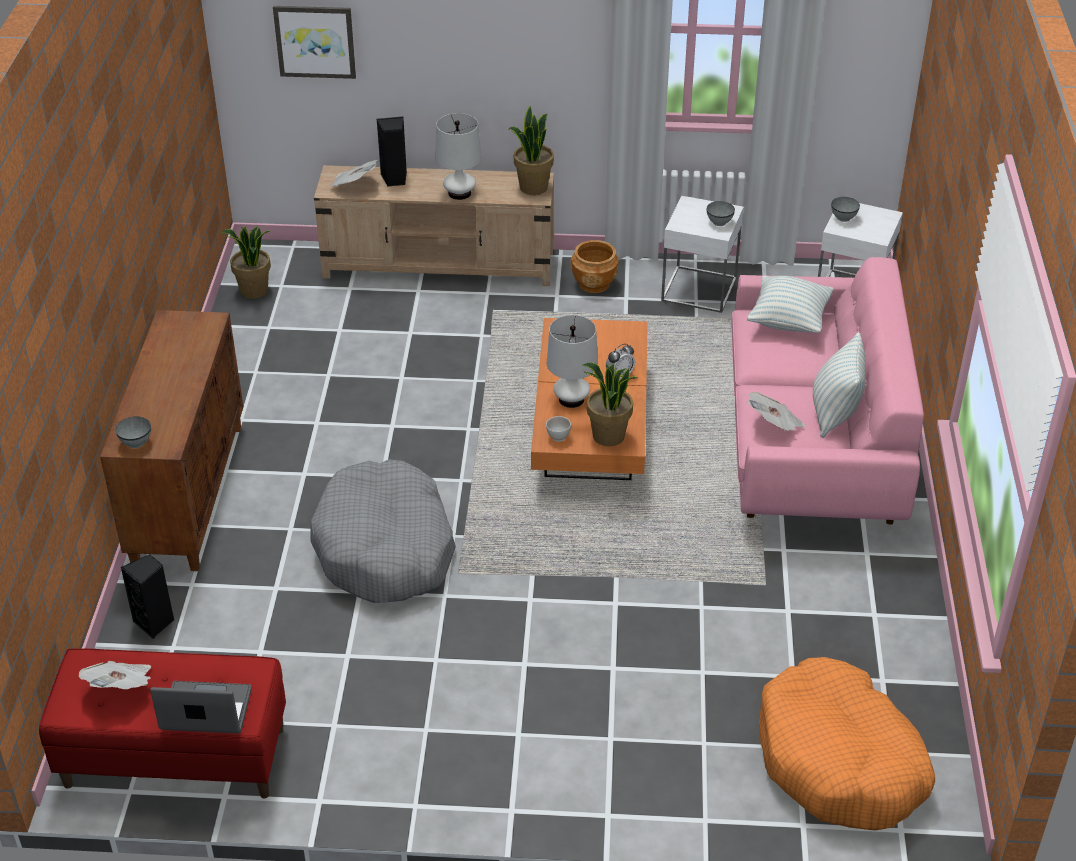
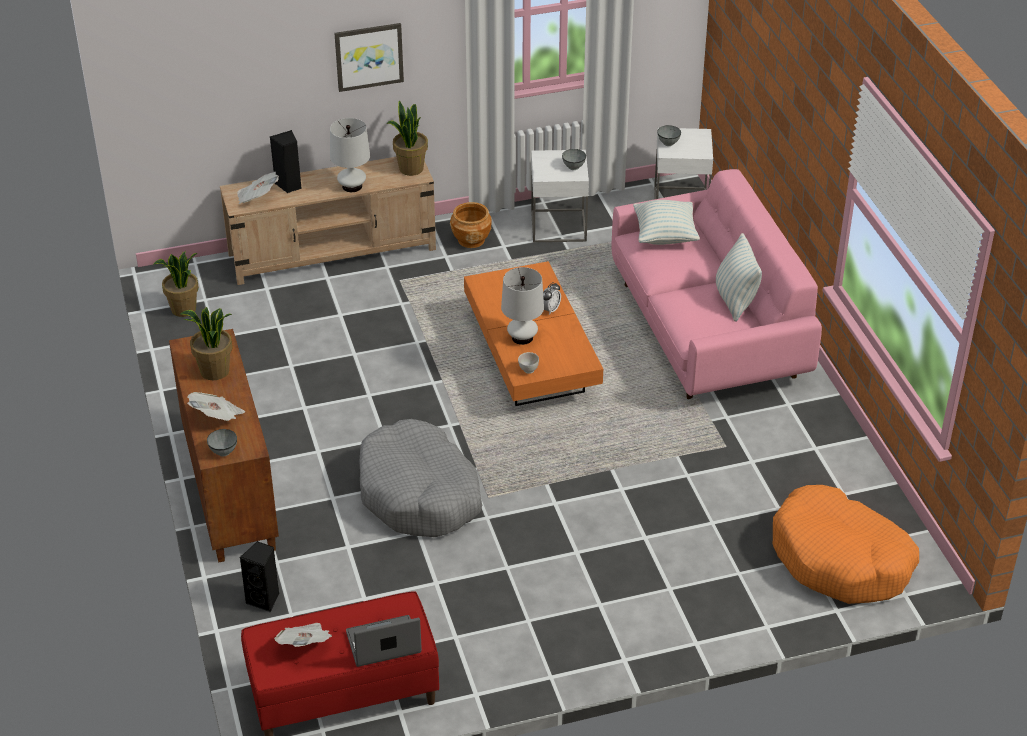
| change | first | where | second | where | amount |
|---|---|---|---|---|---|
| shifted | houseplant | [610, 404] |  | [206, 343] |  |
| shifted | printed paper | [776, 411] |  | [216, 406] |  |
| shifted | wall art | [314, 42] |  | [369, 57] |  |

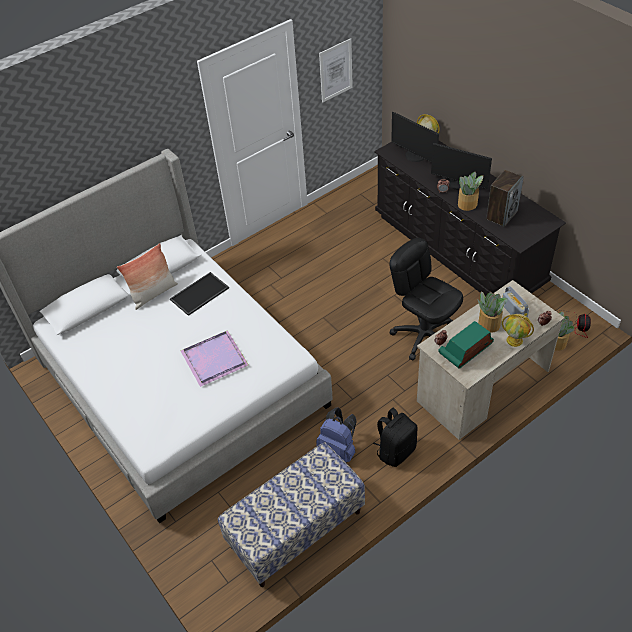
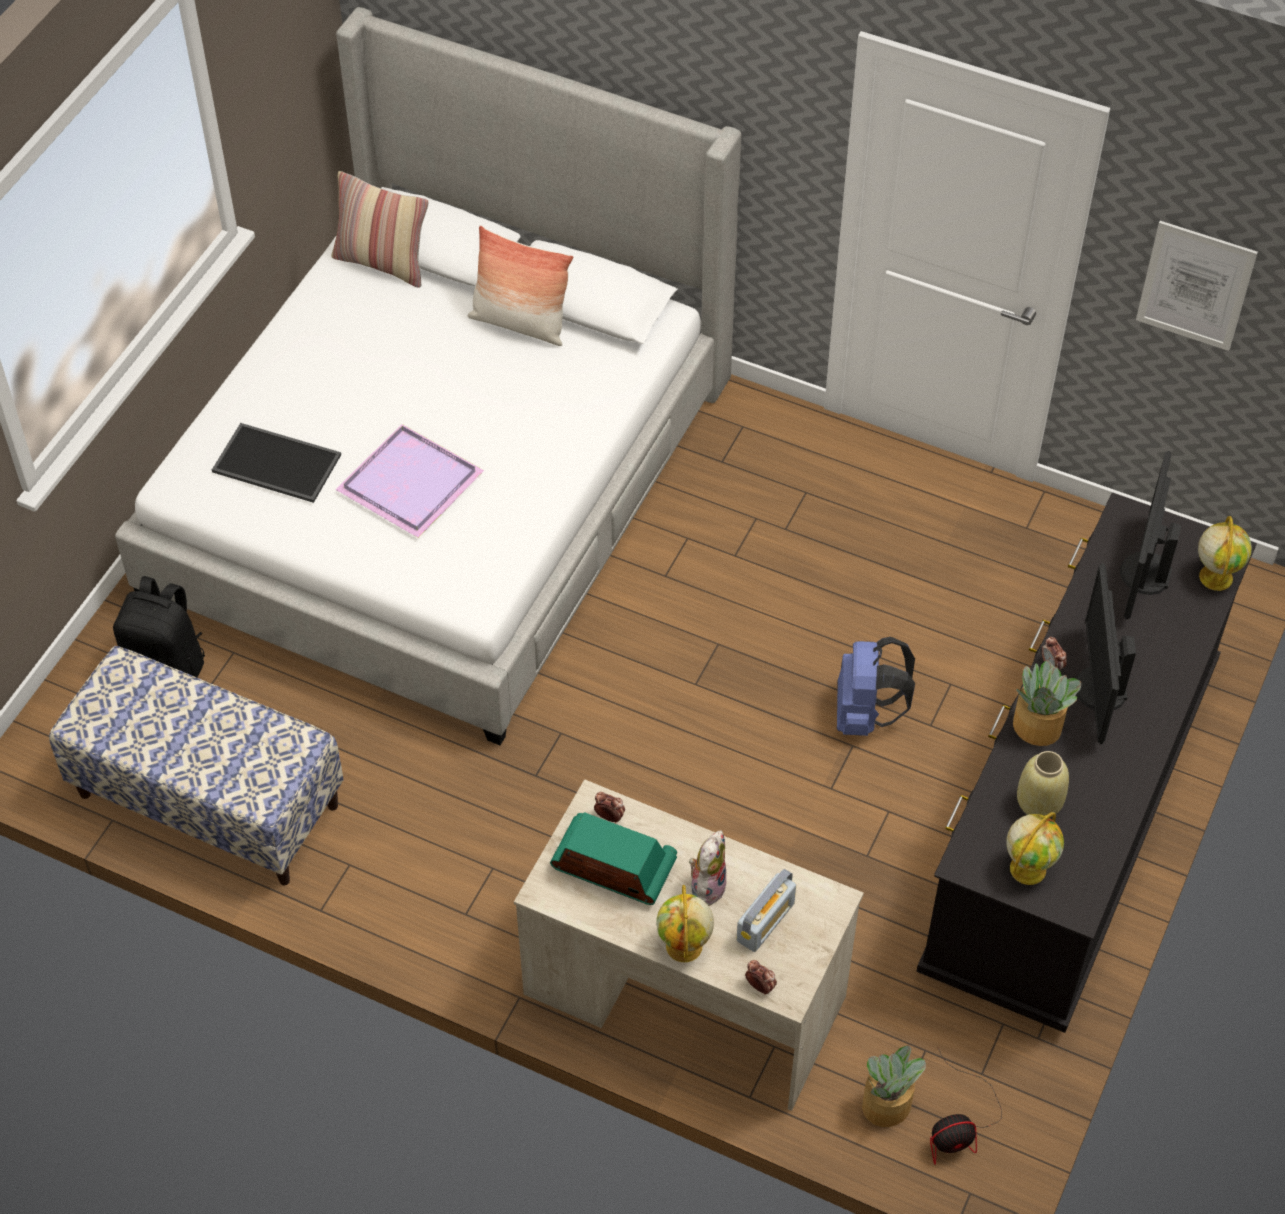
| change | first | where | second | where | amount |
|---|---|---|---|---|---|
| shifted | knapsack (black-coloured) | [395, 437] |  | [159, 626] |  |
| shifted | carrying tray | [199, 294] |  | [276, 463] |  |
| new |  |  | cushion | [379, 229] |  |
| swapped | houseplant | [492, 312] | soft toy | [708, 868] |  |
| shifted | knapsack (blue) | [336, 435] |  | [876, 686] |  |
| new |  |  | globe | [1035, 848] |  |
| swapped | loudspeaker | [505, 198] | flower vase (sand-coloured) | [1043, 784] |  |
| gone | computer chair (black-coloured) | [426, 299] |  |  |  |

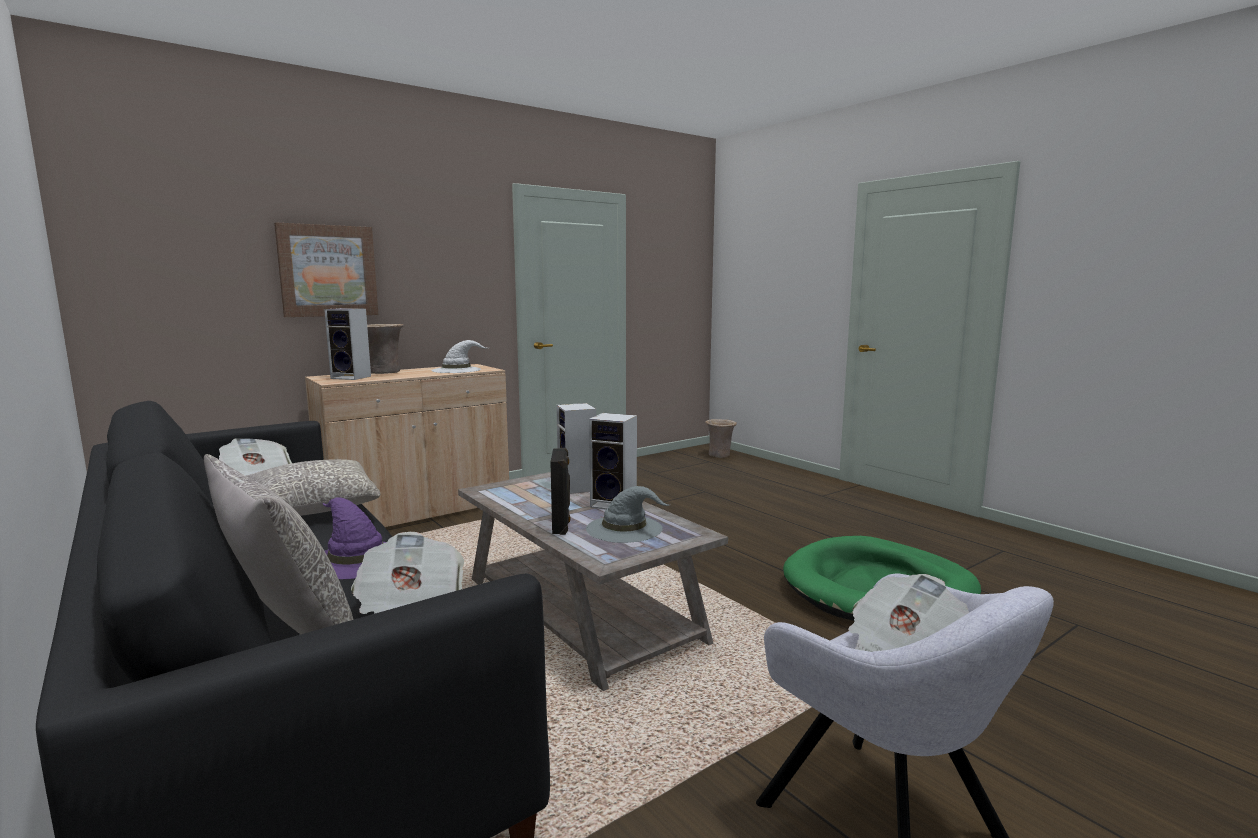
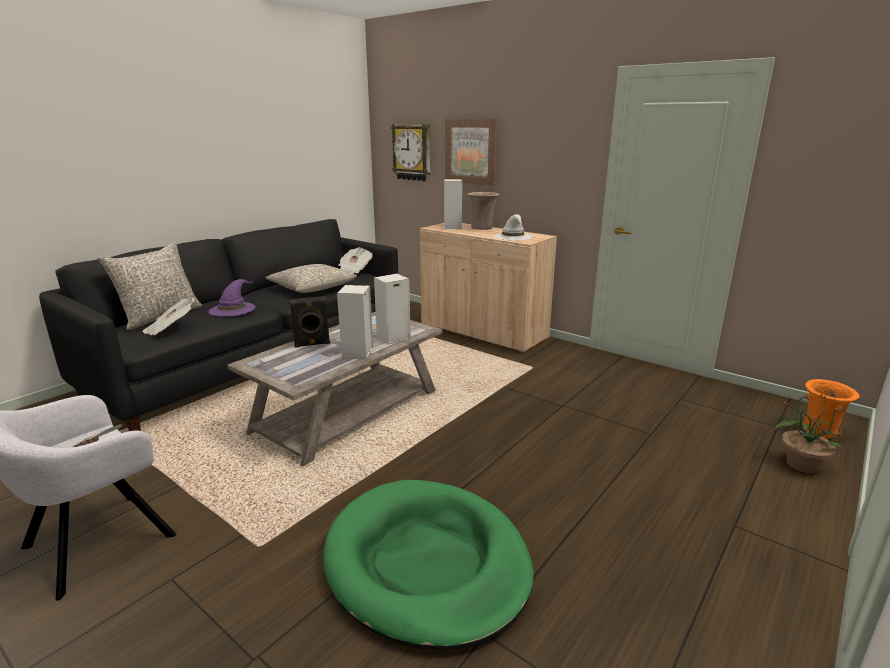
| change | first | where | second | where | amount |
|---|---|---|---|---|---|
| new |  |  | hanging clock | [410, 152] |  |
| new |  |  | houseplant | [810, 433] |  |
| repainted | flower vase (sand-coloured) | [721, 438] | flower vase (orangey) | [831, 408] |  |
| gone | wearable hat (grey) | [627, 514] |  |  |  |

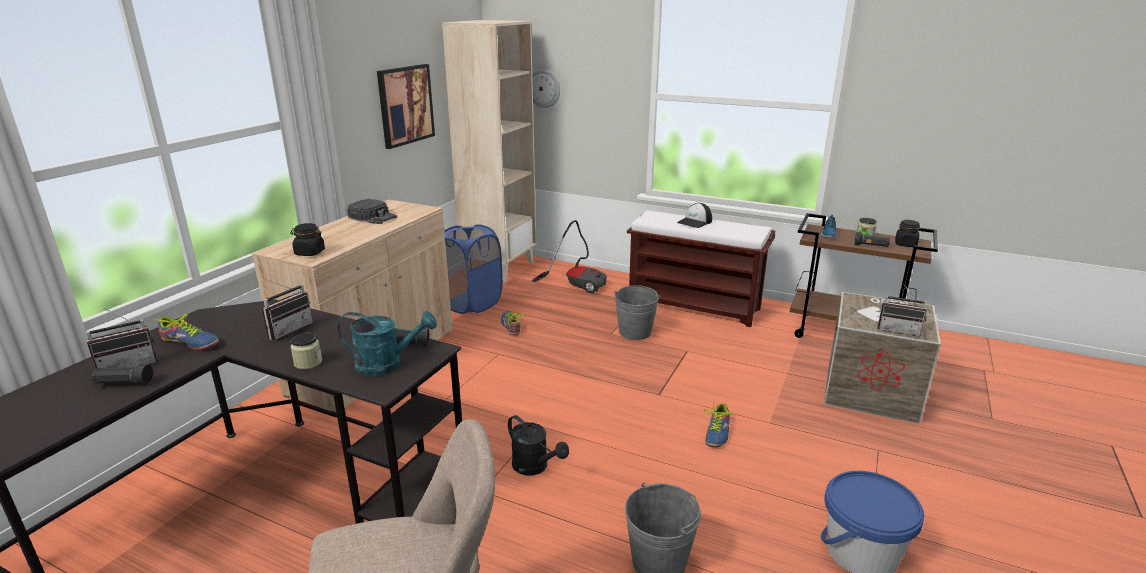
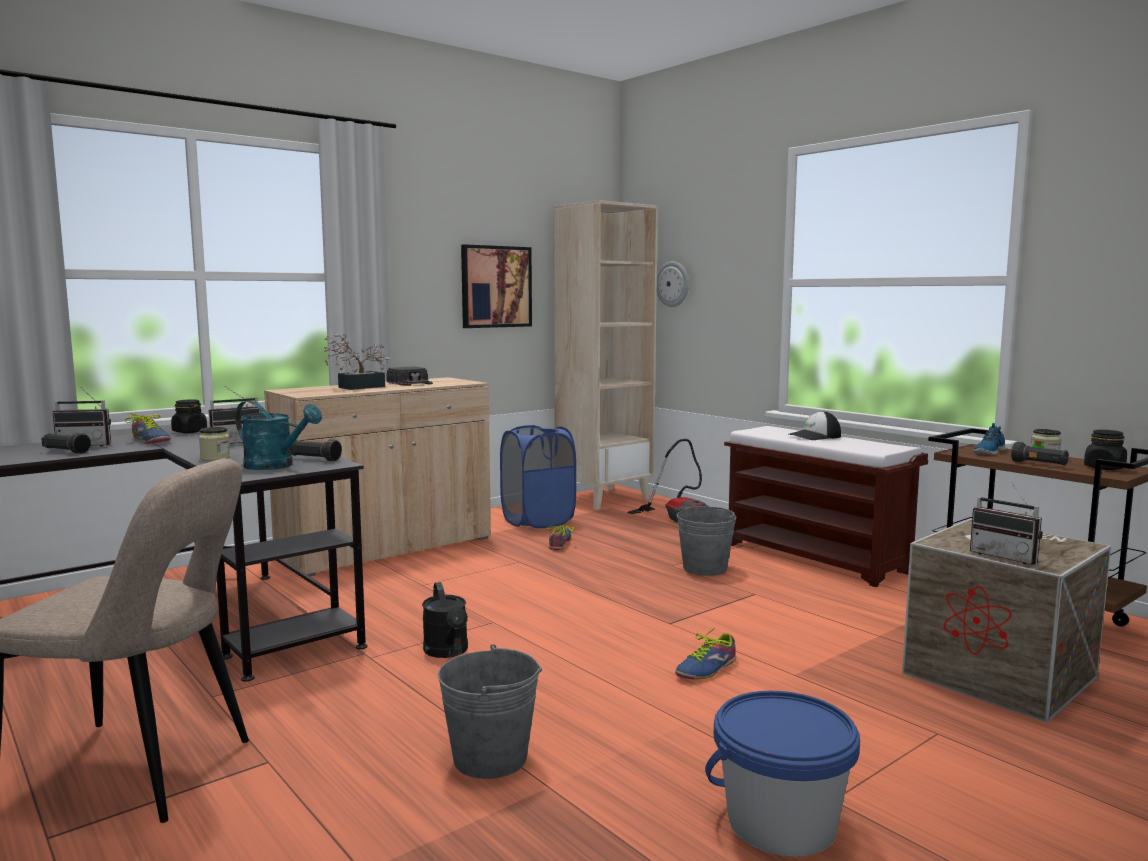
| change | first | where | second | where | amount |
|---|---|---|---|---|---|
| shifted | preserve jar (black-coloured) | [307, 239] |  | [189, 416] |  |
| new |  |  | houseplant | [356, 361] |  |

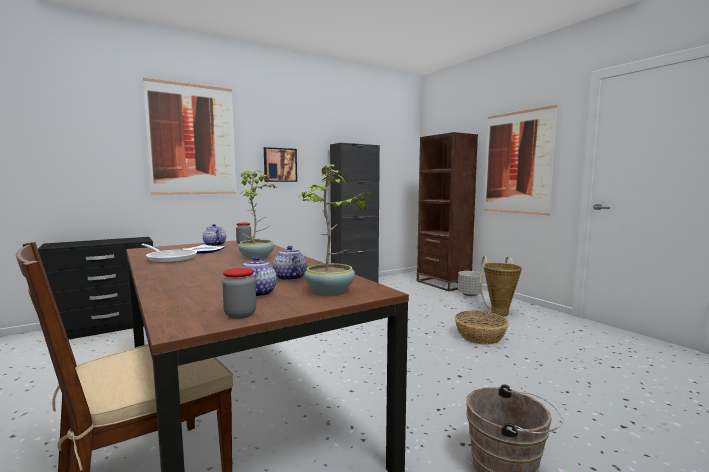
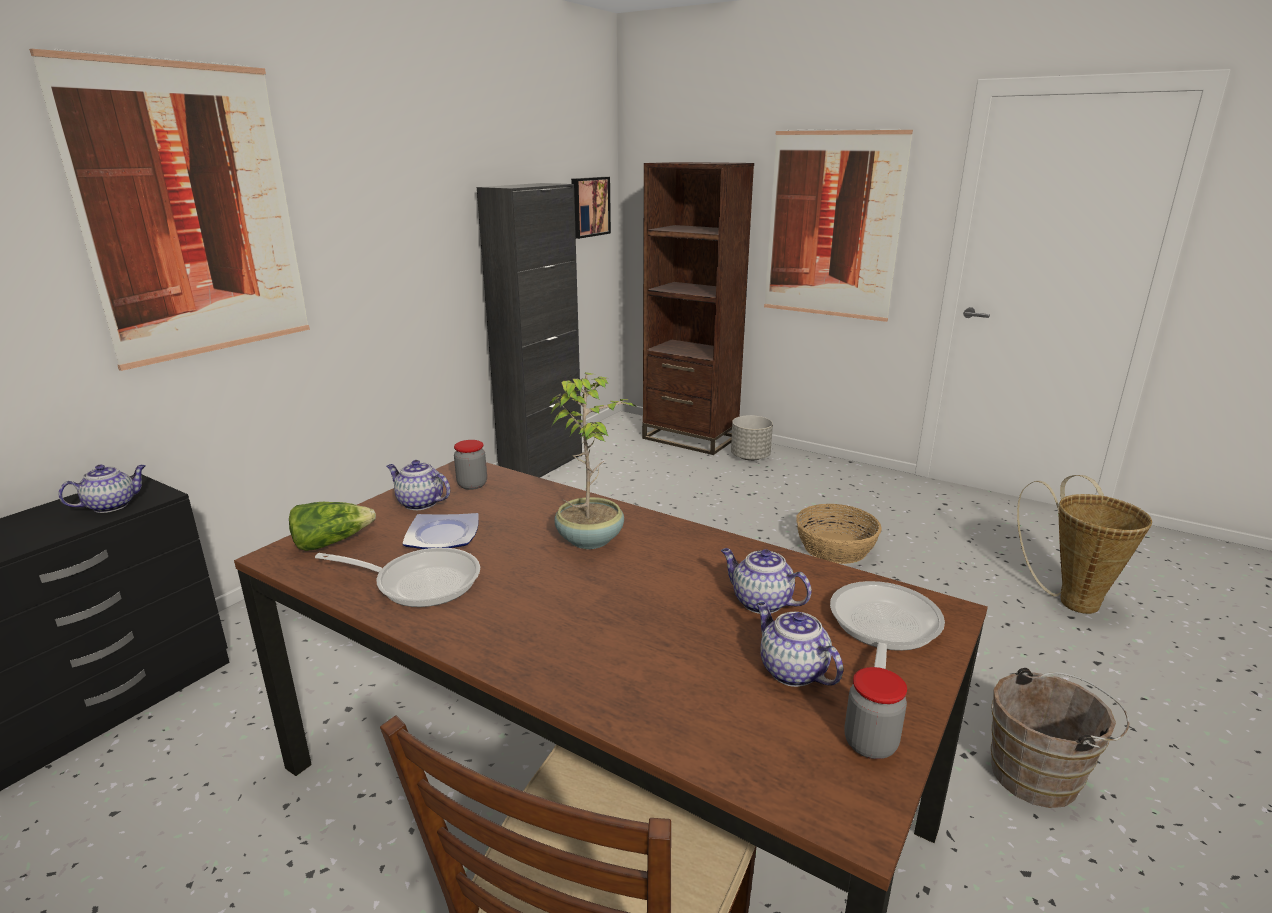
| change | first | where | second | where | amount |
|---|---|---|---|---|---|
| new |  |  | teapot | [102, 488] |  |
| new |  |  | lettuce head | [332, 526] |  |
| shifted | wall art | [280, 164] |  | [591, 208] |  |
| swapped | houseplant | [334, 229] | pan | [887, 625] |  |
| shifted | household basket | [501, 286] |  | [1084, 544] |  |

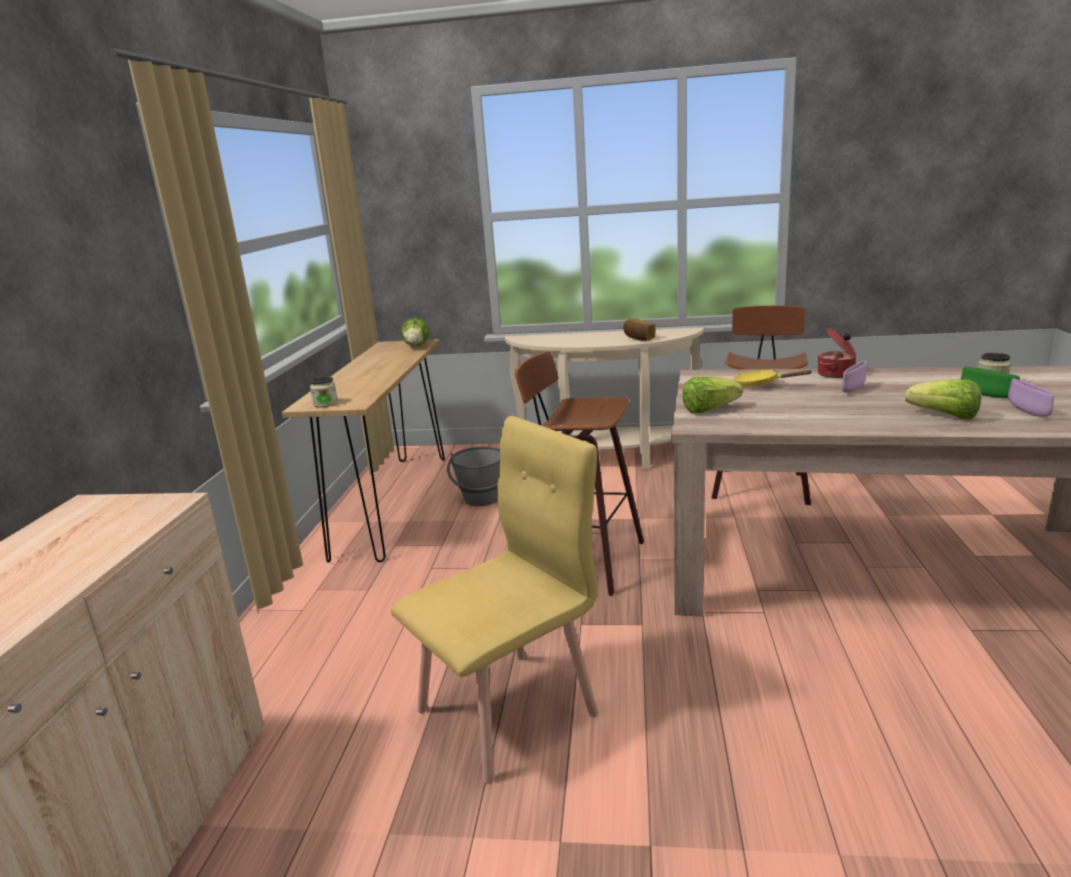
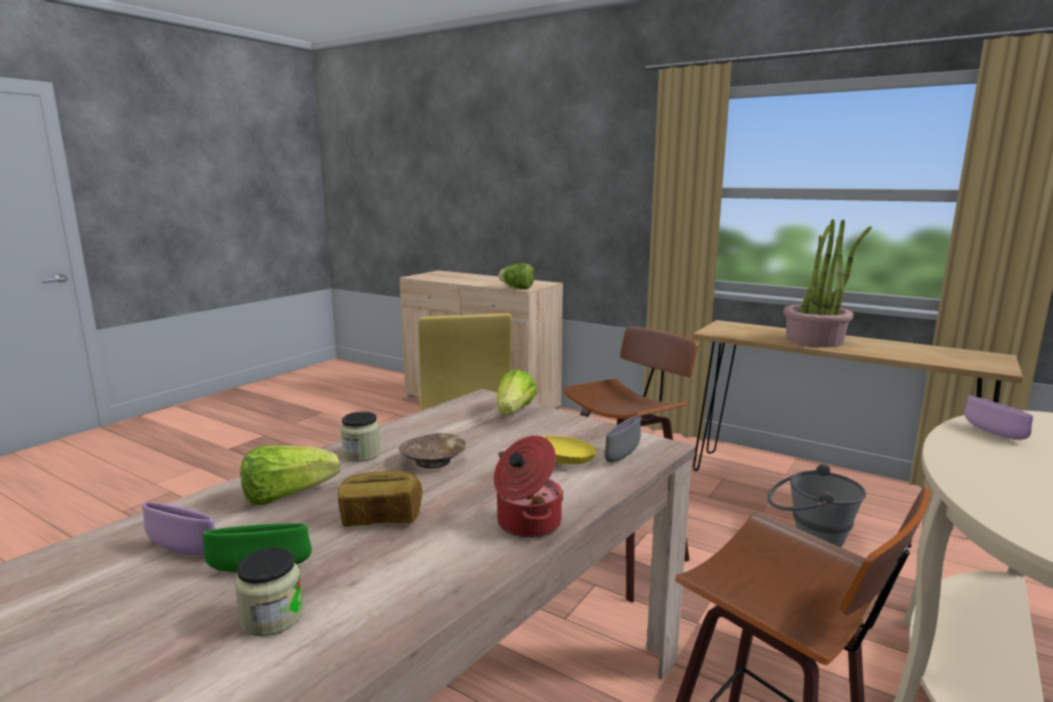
| change | first | where | second | where | amount |
|---|---|---|---|---|---|
| shifted | baked bread | [639, 330] |  | [380, 499] |  |
| shifted | preserve jar | [324, 391] |  | [360, 436] |  |
| new |  |  | bowl (brown) | [432, 451] |  |
| shifted | lettuce head | [415, 332] |  | [516, 276] |  |
| new |  |  | bowl (grey) | [622, 438] |  |
| new |  |  | houseplant | [827, 283] |  |
| shifted | bowl (purple-coloured) | [853, 377] |  | [998, 418] |  |

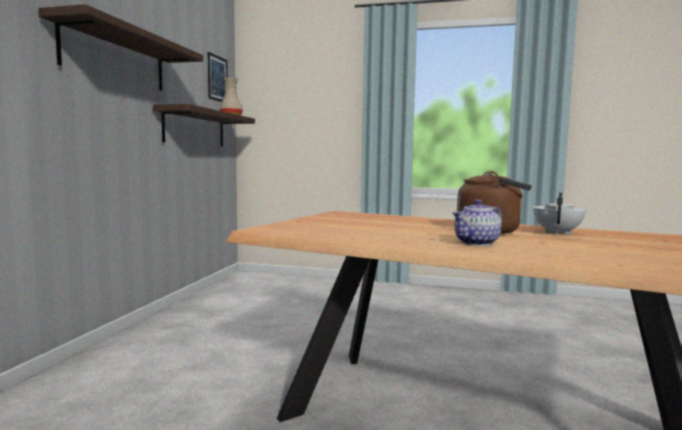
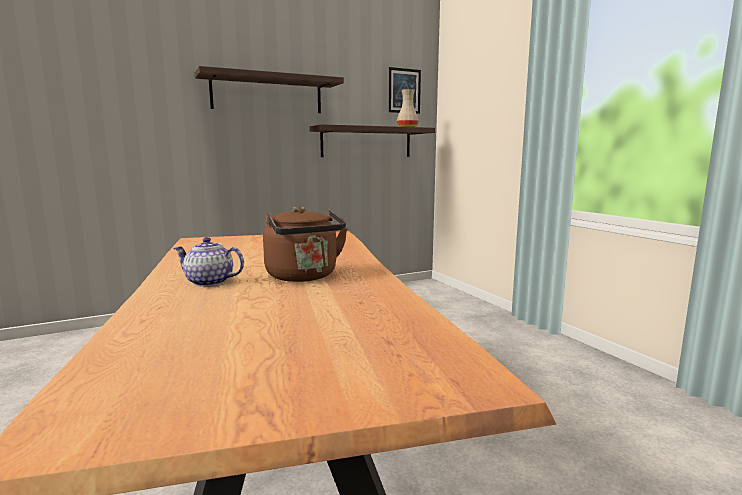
| change | first | where | second | where | amount |
|---|---|---|---|---|---|
| gone | teapot (white) | [559, 214] |  |  |  |

